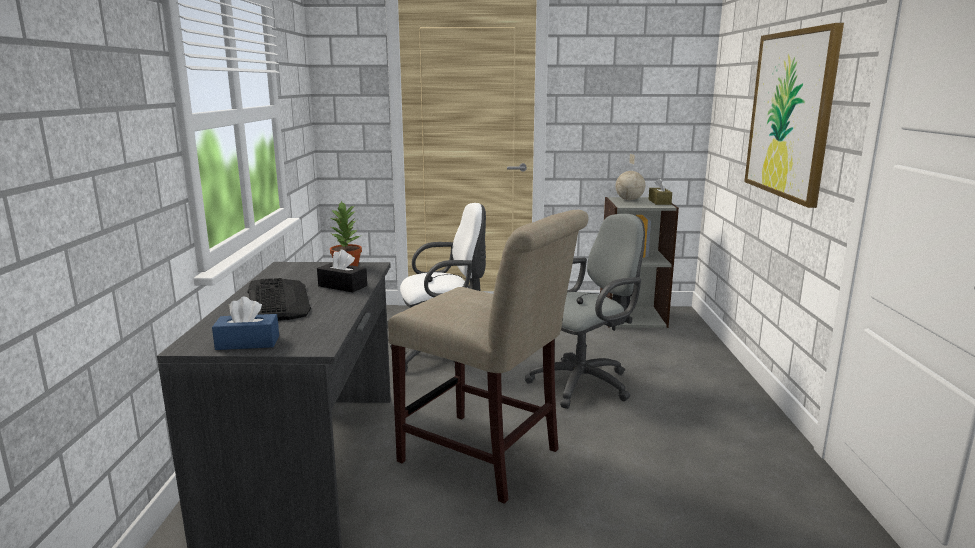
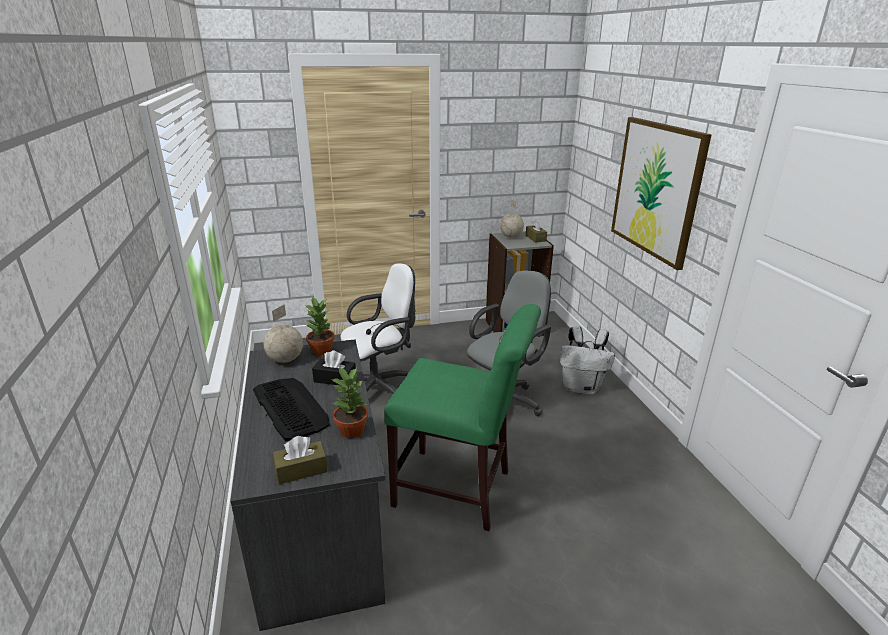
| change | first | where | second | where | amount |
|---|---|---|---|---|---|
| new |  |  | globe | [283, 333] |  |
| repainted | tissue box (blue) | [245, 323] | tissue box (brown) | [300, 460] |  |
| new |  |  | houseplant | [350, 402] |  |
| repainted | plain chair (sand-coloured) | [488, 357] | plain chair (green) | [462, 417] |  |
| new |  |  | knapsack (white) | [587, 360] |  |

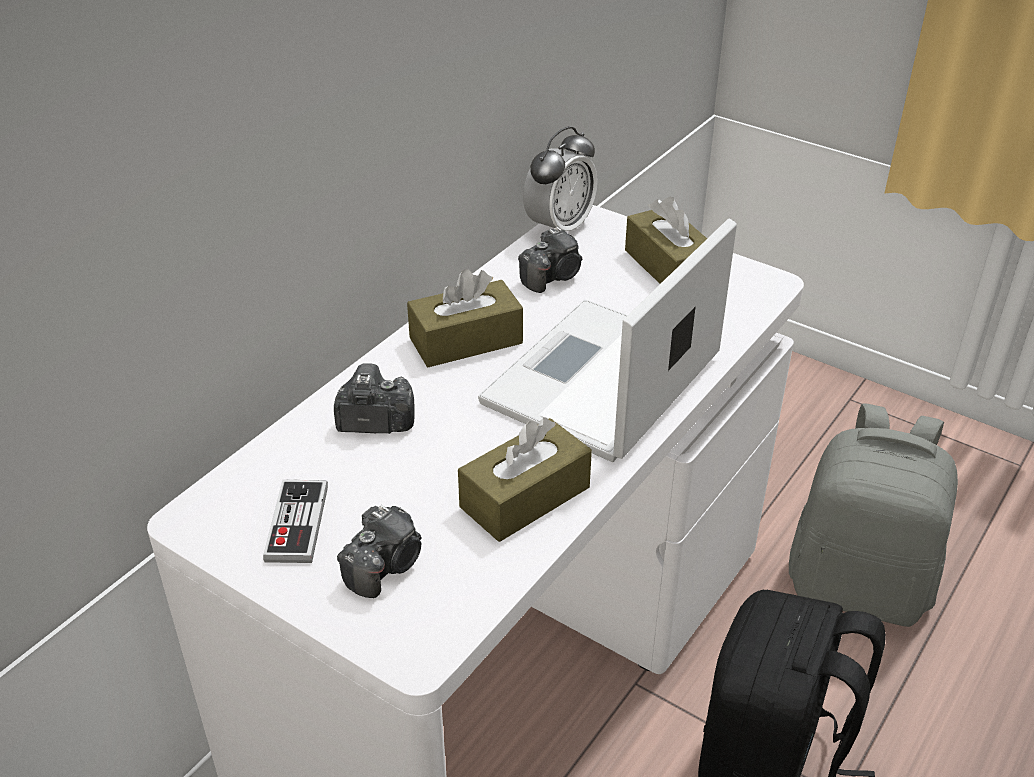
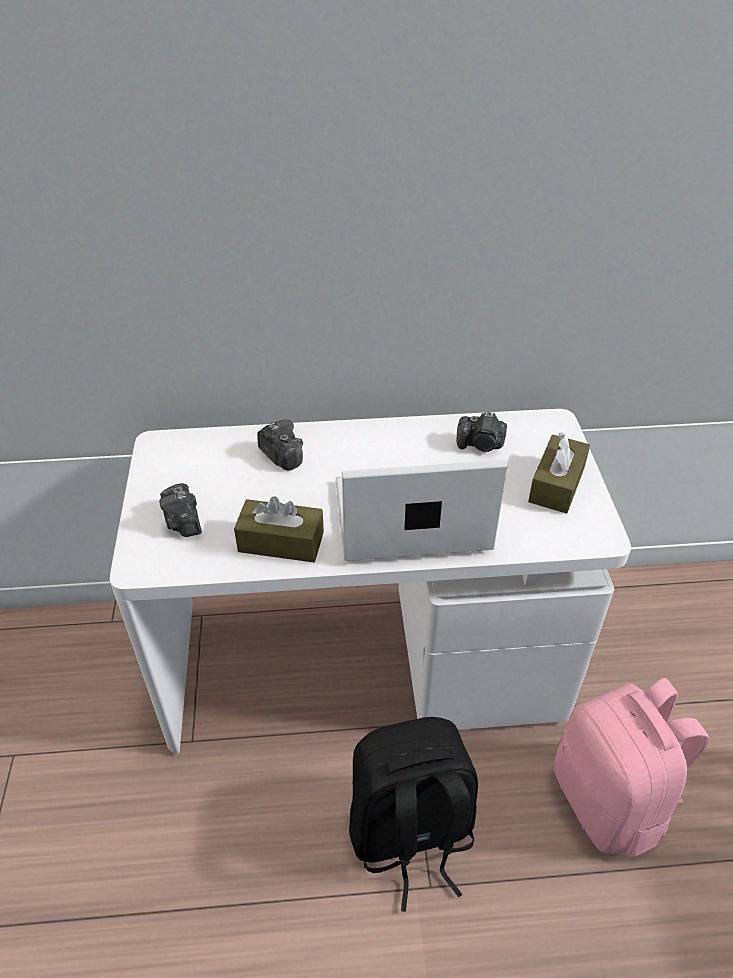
| change | first | where | second | where | amount |
|---|---|---|---|---|---|
| rotated | photo camera | [379, 551] |  | [180, 510] | 75 degrees clockwise |
| repainted | knapsack (grey) | [873, 515] | knapsack (pink-coloured) | [631, 767] |  |
| gone | joypad | [295, 521] |  |  |  |
| gone | tissue box (brown) | [465, 318] |  |  |  |
| gone | table clock | [560, 178] |  |  |  |

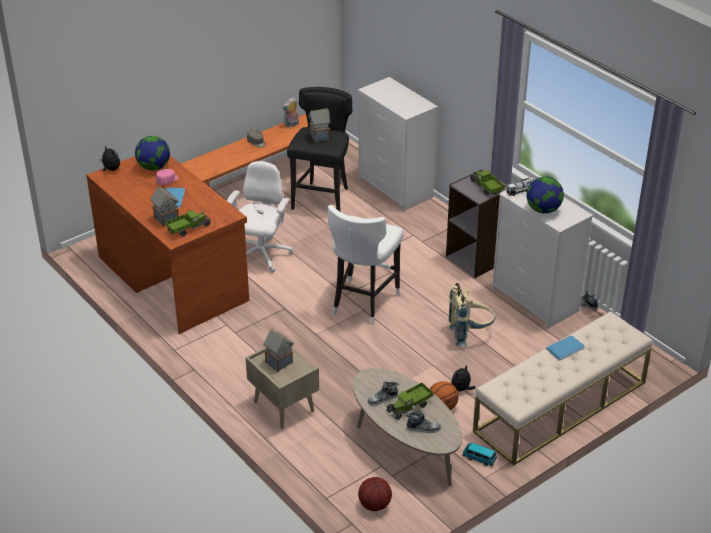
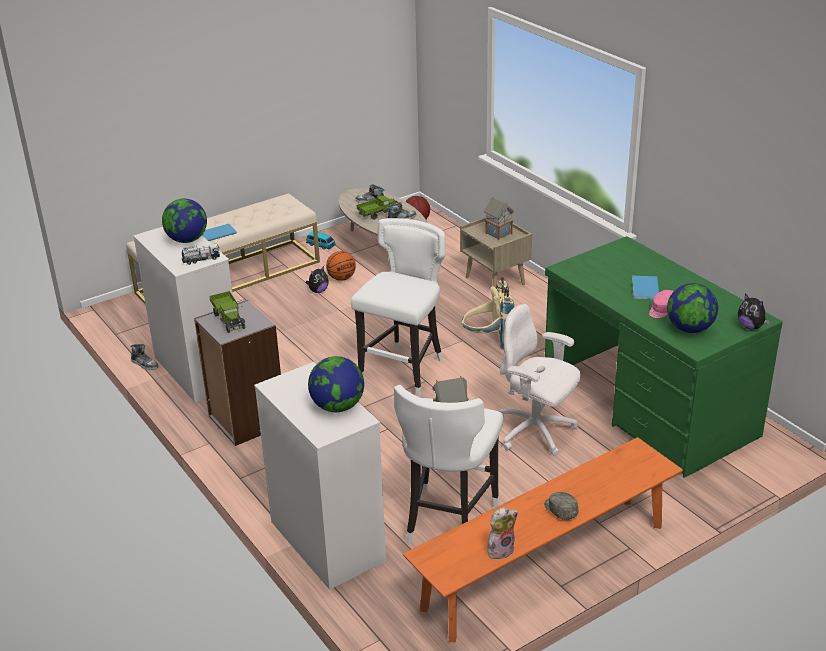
| change | first | where | second | where | amount |
|---|---|---|---|---|---|
| new |  |  | globe | [336, 384] |  |
| repainted | sitting stool (black-coloured) | [319, 149] | sitting stool (white) | [448, 464] |  |
| shifted | knapsack (sand-coloured) | [472, 314] |  | [488, 313] |  |
| rotated | computer chair (white) | [260, 217] |  | [540, 380] | 105 degrees clockwise |
| repainted | desk unit (brown) | [167, 245] | desk unit (green) | [664, 357] |  |
| gone | model house | [164, 206] |  |  |  |
| gone | model truck | [187, 223] |  |  |  |

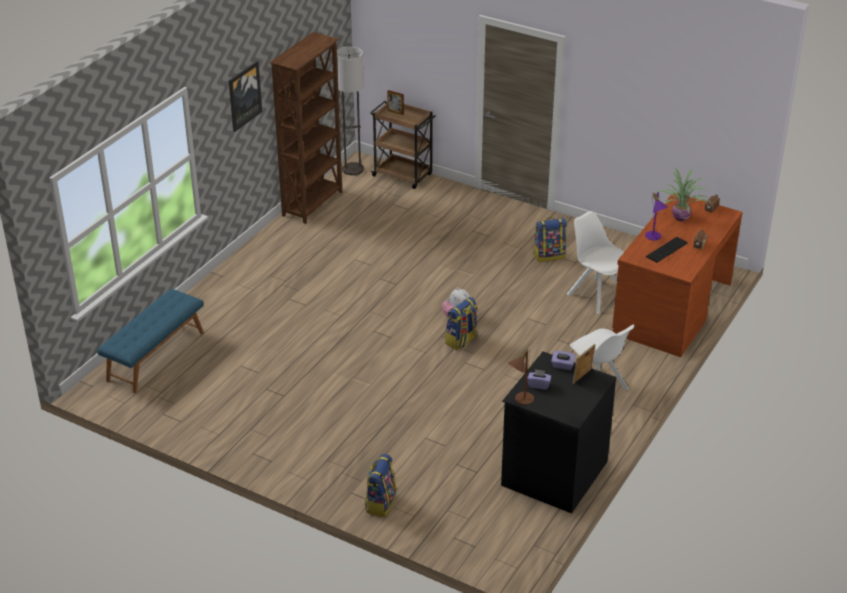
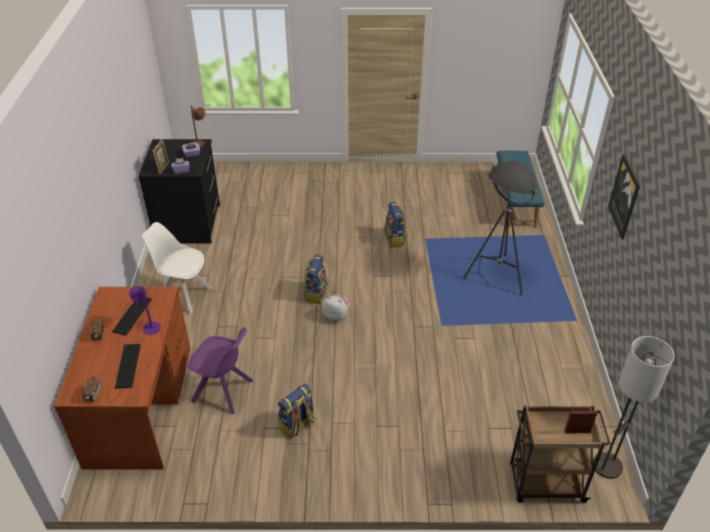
| change | first | where | second | where | amount |
|---|---|---|---|---|---|
| swapped | houseplant | [682, 194] | PC keyboard | [128, 366] |  |
| repainted | plain chair (white) | [595, 262] | plain chair (purple-coloured) | [220, 371] |  |
| shifted | knapsack | [381, 485] |  | [395, 225] |  |
| new |  |  | standard lamp (blue) | [501, 243] |  |
| gone | shelving unit (brown) | [306, 128] |  |  |  |

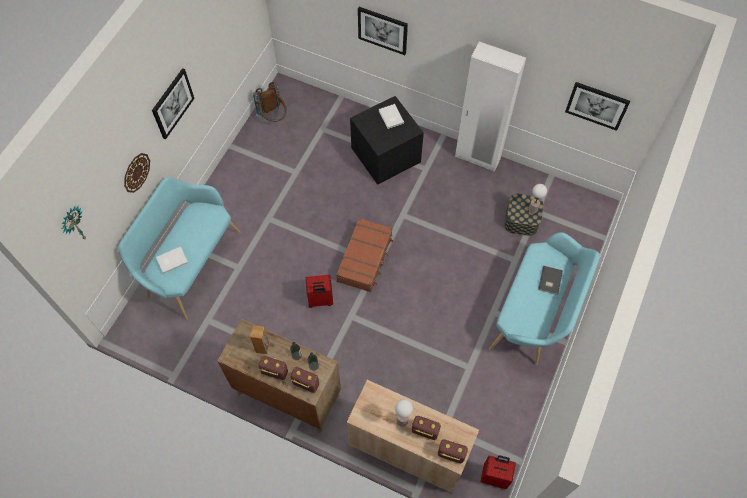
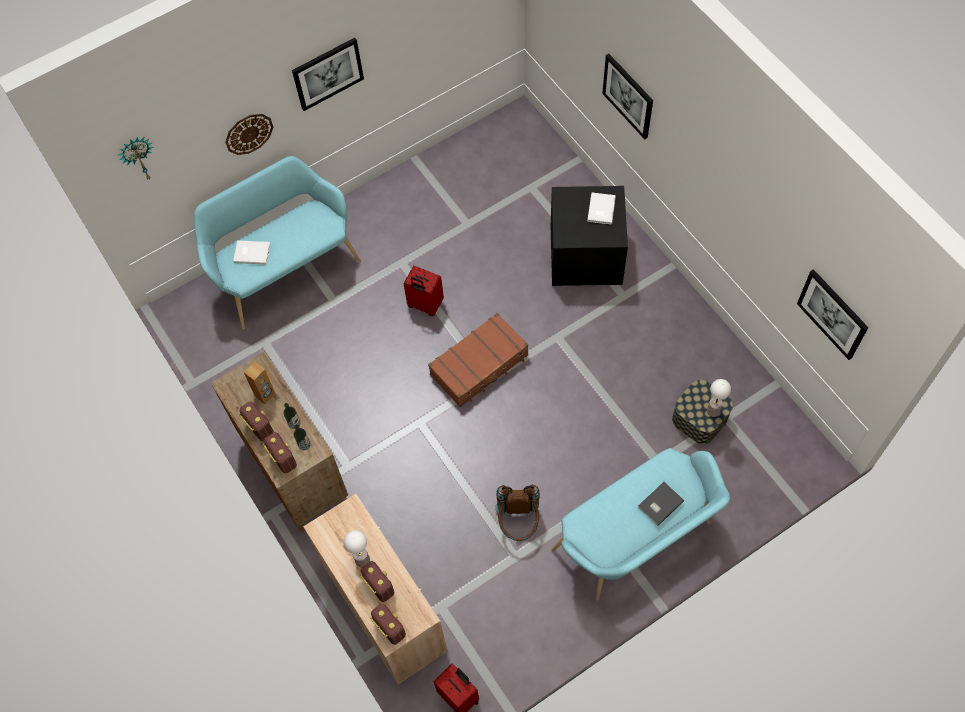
| change | first | where | second | where | amount |
|---|---|---|---|---|---|
| shifted | piece of luggage (red-coloured) | [319, 291] |  | [423, 291] |  |
| shifted | knapsack (brown) | [270, 102] |  | [517, 512] |  |
| gone | wardrobe (white) | [490, 106] |  |  |  |

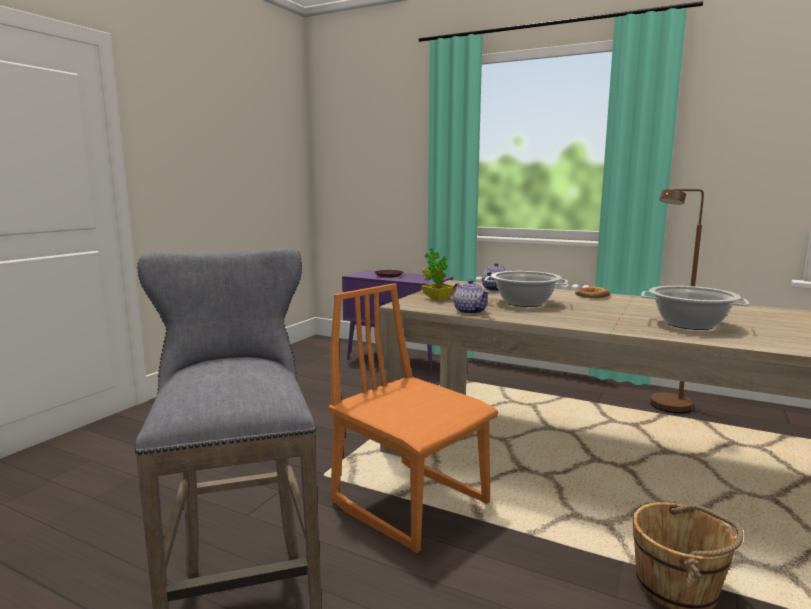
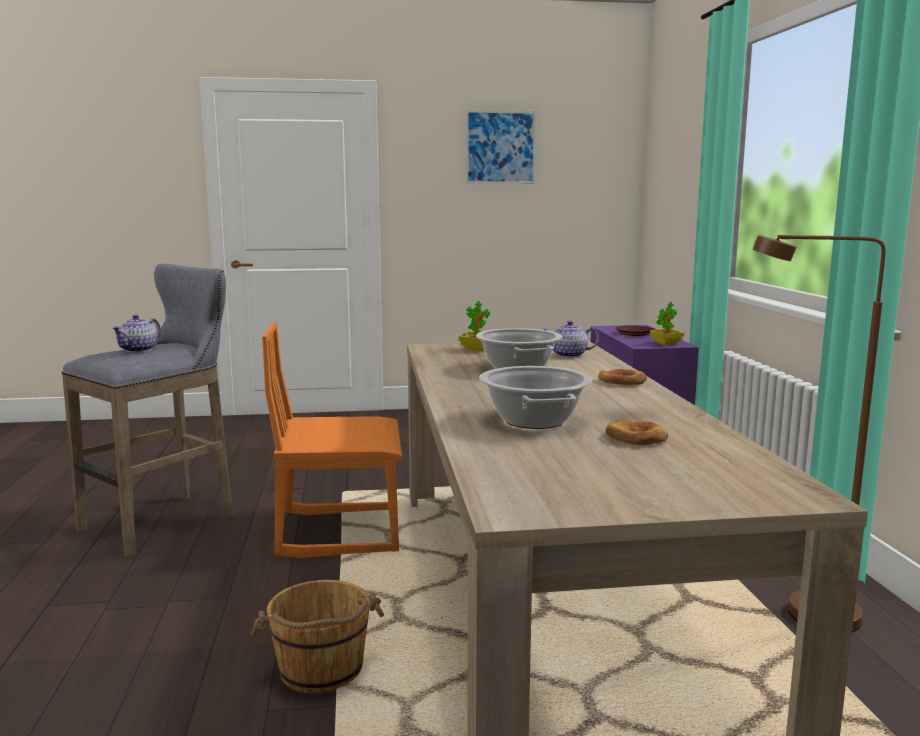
| change | first | where | second | where | amount |
|---|---|---|---|---|---|
| shifted | teapot | [471, 296] |  | [136, 334] |  |
| rotated | plain chair (orangey) | [413, 418] |  | [332, 440] | 105 degrees counterclockwise |
| new |  |  | wall art | [501, 147] |  |
| new |  |  | baked bread | [636, 432] |  |

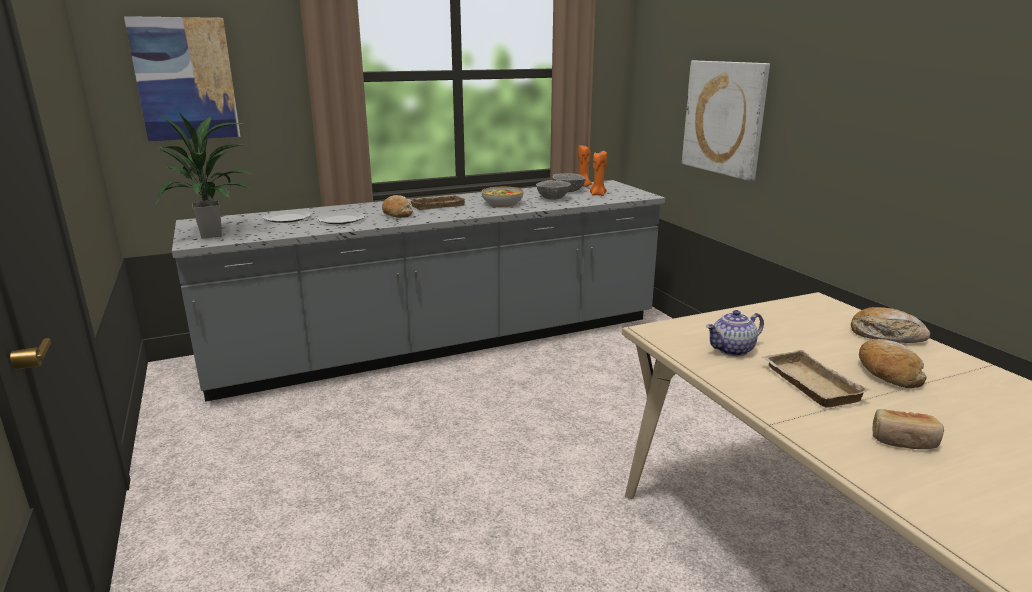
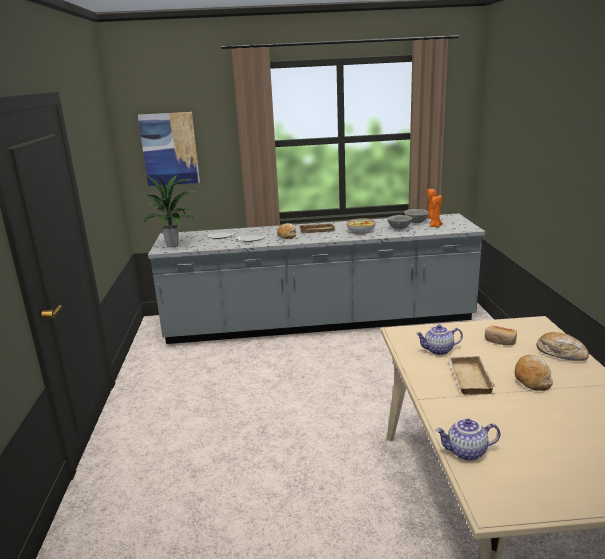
| change | first | where | second | where | amount |
|---|---|---|---|---|---|
| new |  |  | teapot | [467, 440] |  |
| shifted | baked bread | [908, 429] |  | [501, 335] |  |
| gone | wall art | [726, 121] |  |  |  |

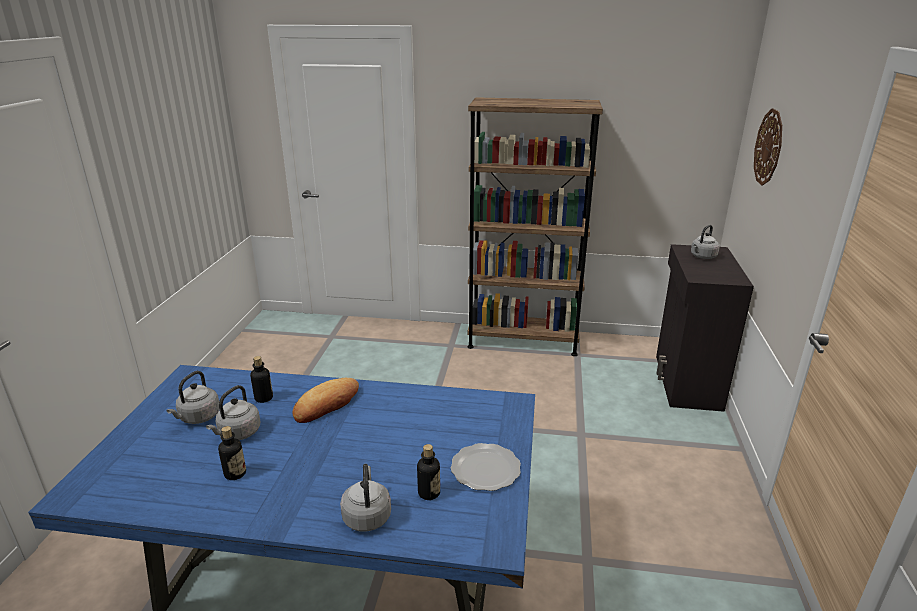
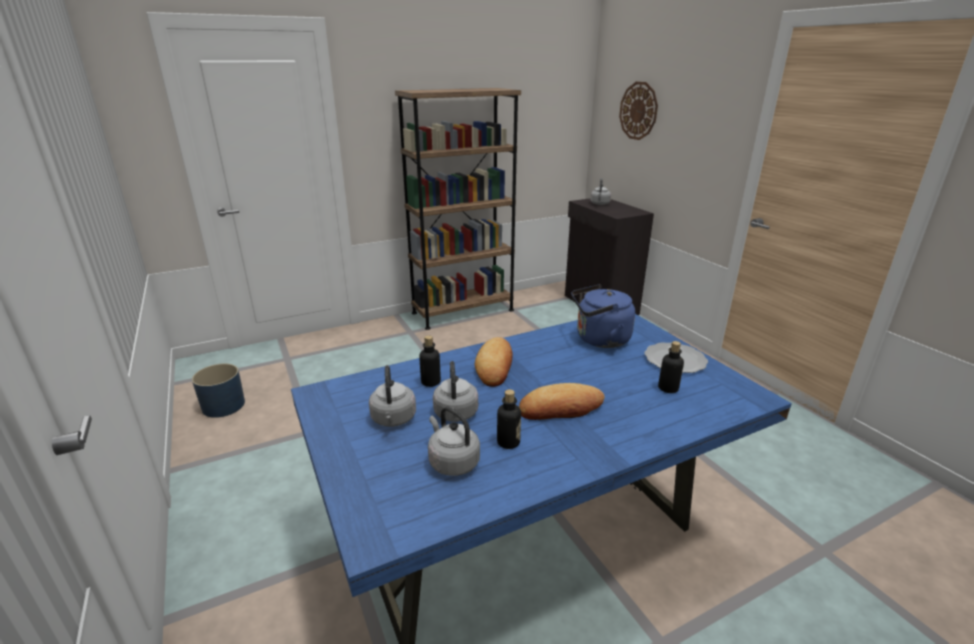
| change | first | where | second | where | amount |
|---|---|---|---|---|---|
| new |  |  | planter (blue) | [218, 391] |  |
| shifted | water kettle (grey) | [365, 498] |  | [454, 441] |  |
| new |  |  | baked bread | [562, 401] |  |
| new |  |  | water kettle (blue) | [603, 316] |  |

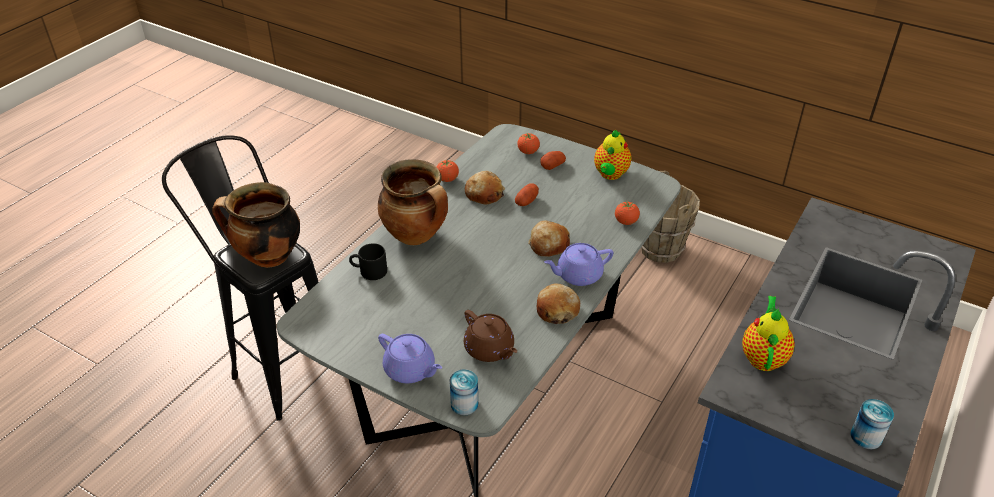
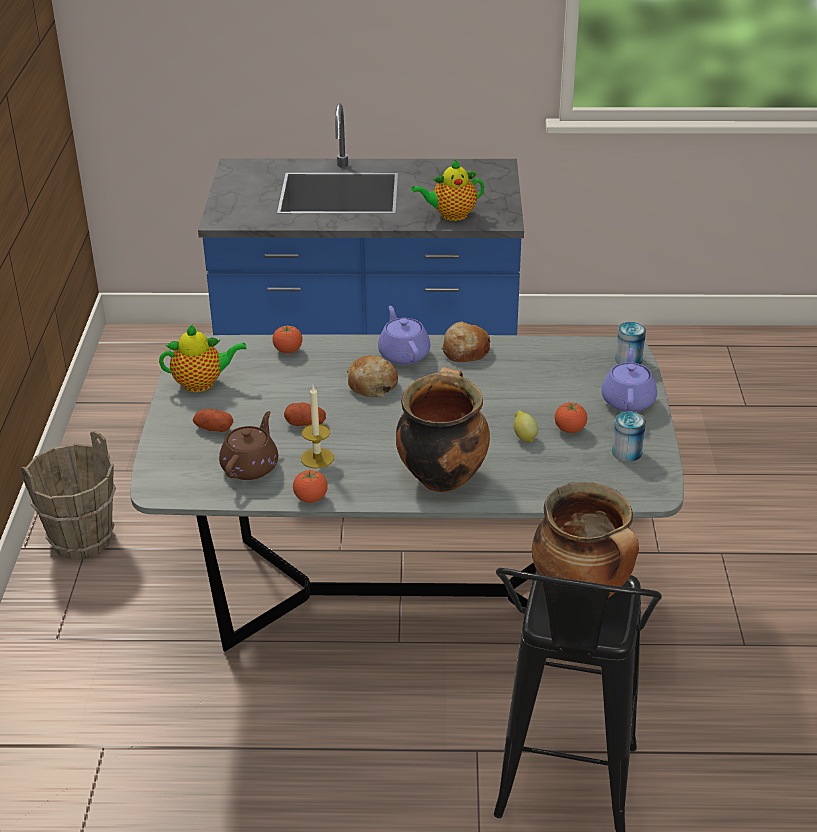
| change | first | where | second | where | amount |
|---|---|---|---|---|---|
| shifted | teapot (brown) | [490, 336] |  | [248, 445] |  |
| swapped | baked bread | [485, 187] | wax light | [317, 427] |  |
| rotated | teapot (purple-coloured) | [578, 264] |  | [404, 335] | 150 degrees counterclockwise |
| new |  |  | whole lemon | [525, 426] |  |
| shifted | fresh tomato | [528, 143] |  | [571, 417] |  |
| shifted | can | [872, 424] |  | [629, 436] |  |
| gone | mug (black-coloured) | [368, 261] |  |  |  |

